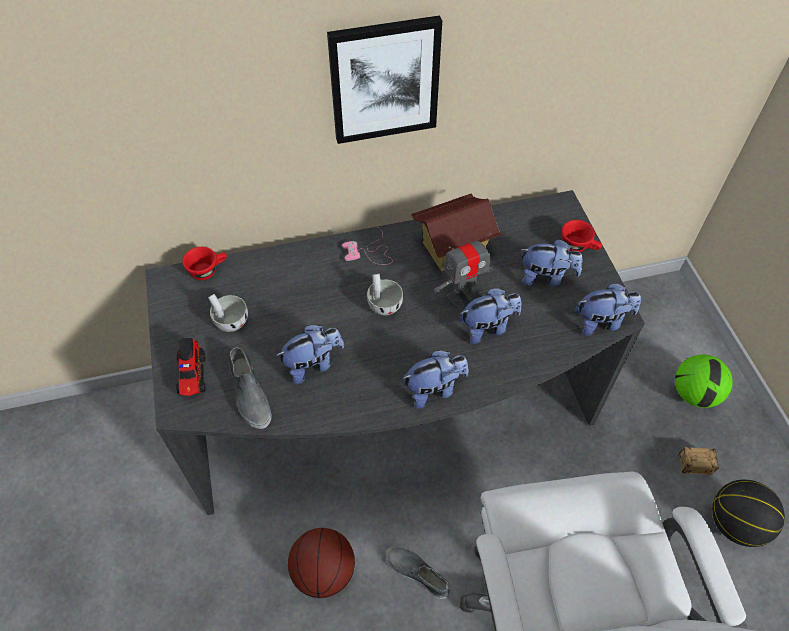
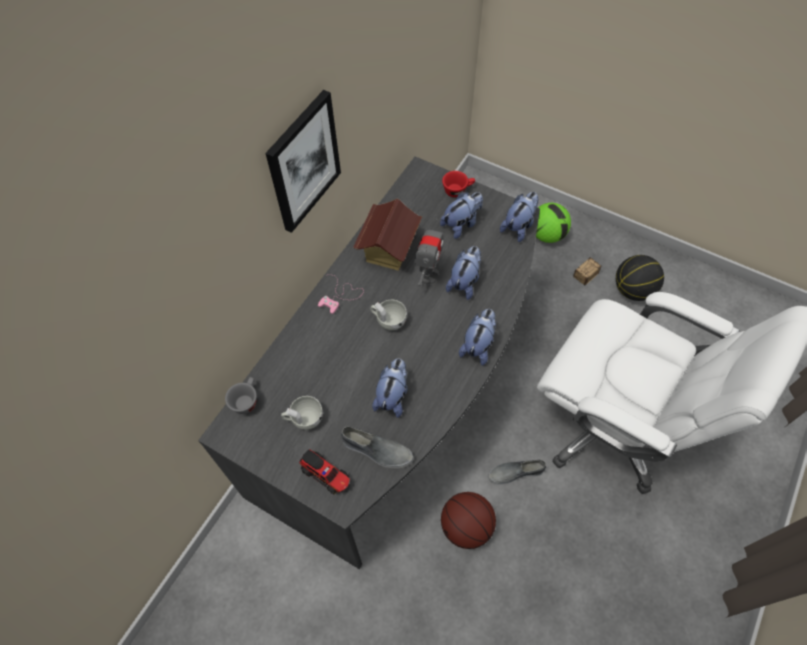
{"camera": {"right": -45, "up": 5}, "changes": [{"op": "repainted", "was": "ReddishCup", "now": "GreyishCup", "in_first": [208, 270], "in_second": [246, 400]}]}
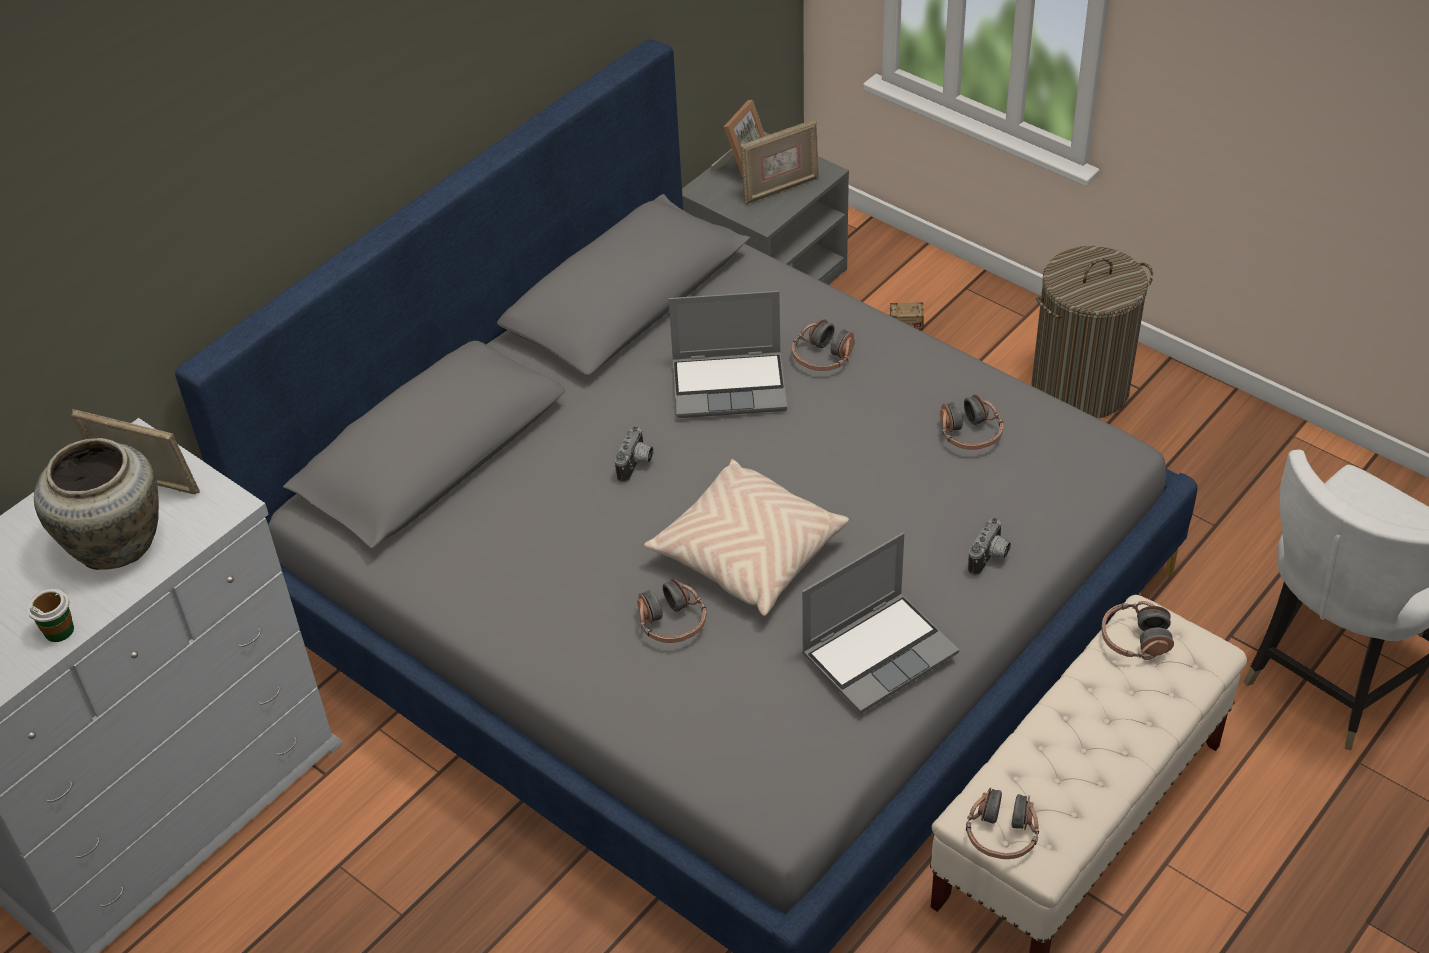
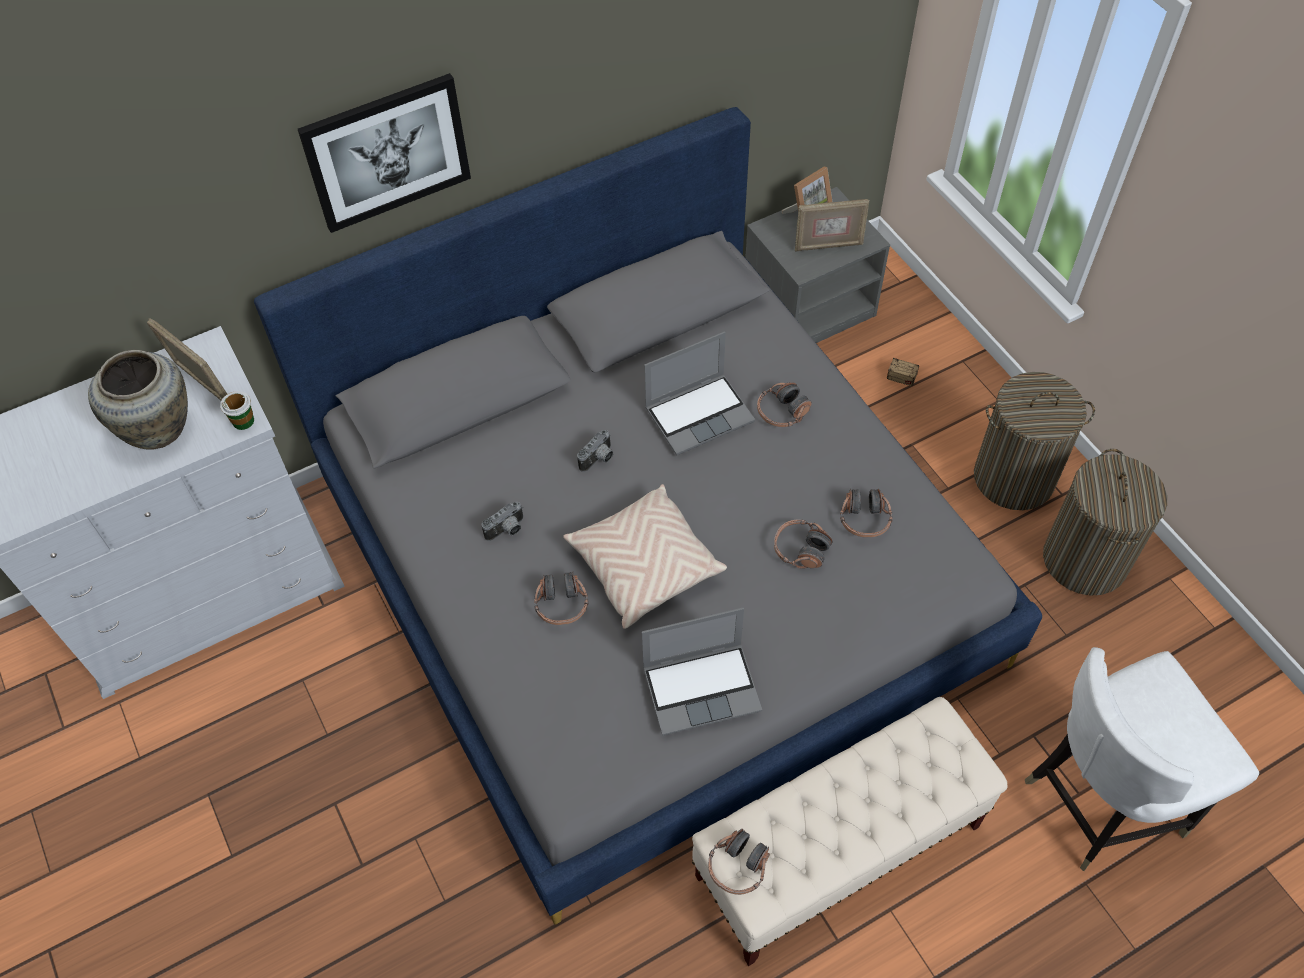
{"camera": {"right": 20, "up": 10}, "changes": [{"op": "shifted", "was": "Cup", "in_first": [59, 630], "in_second": [243, 421]}, {"op": "rotated", "was": "PortableComputer", "in_first": [730, 385], "in_second": [700, 414], "clockwise": -45}, {"op": "shifted", "was": "PhotoCamera", "in_first": [990, 558], "in_second": [507, 531]}, {"op": "shifted", "was": "PairOfHeadphones", "in_first": [1135, 639], "in_second": [800, 549]}, {"op": "new", "now": "Picture", "in_second": [387, 152]}, {"op": "new", "now": "Hamper", "in_second": [1085, 560]}]}
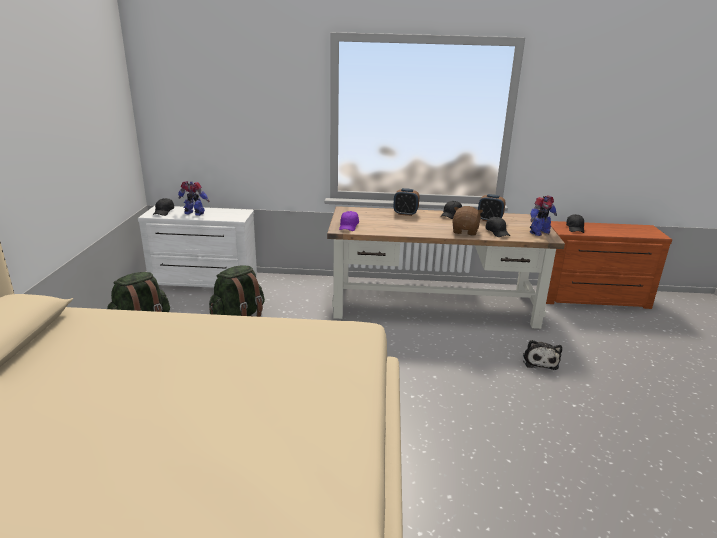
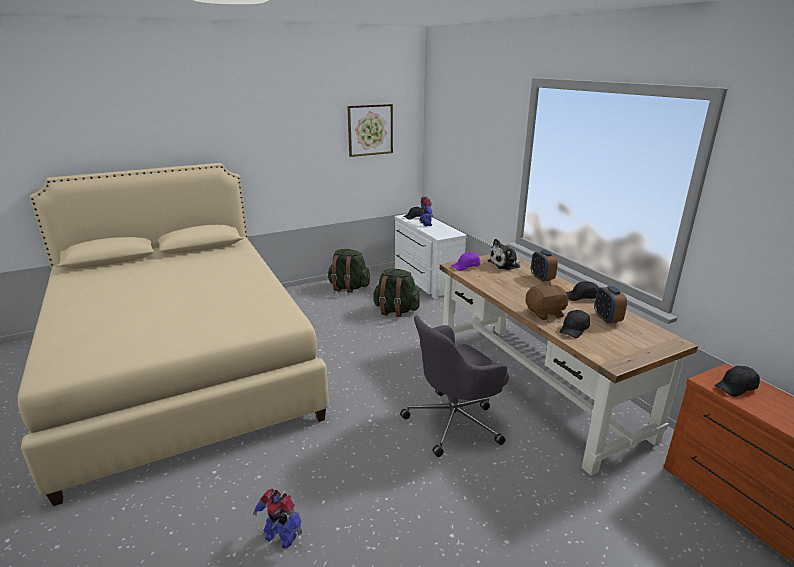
{"camera": {"right": 60, "up": 0}, "changes": [{"op": "shifted", "was": "CuddlyToy", "in_first": [539, 361], "in_second": [505, 264]}, {"op": "shifted", "was": "RobotFigure", "in_first": [539, 232], "in_second": [281, 536]}, {"op": "new", "now": "Picture", "in_second": [370, 130]}, {"op": "new", "now": "GreyishDeskChair", "in_second": [455, 422]}]}
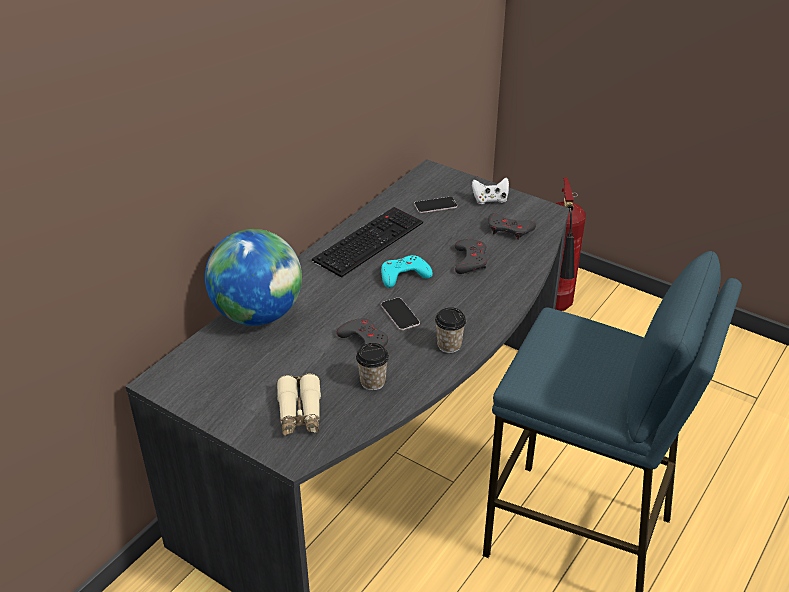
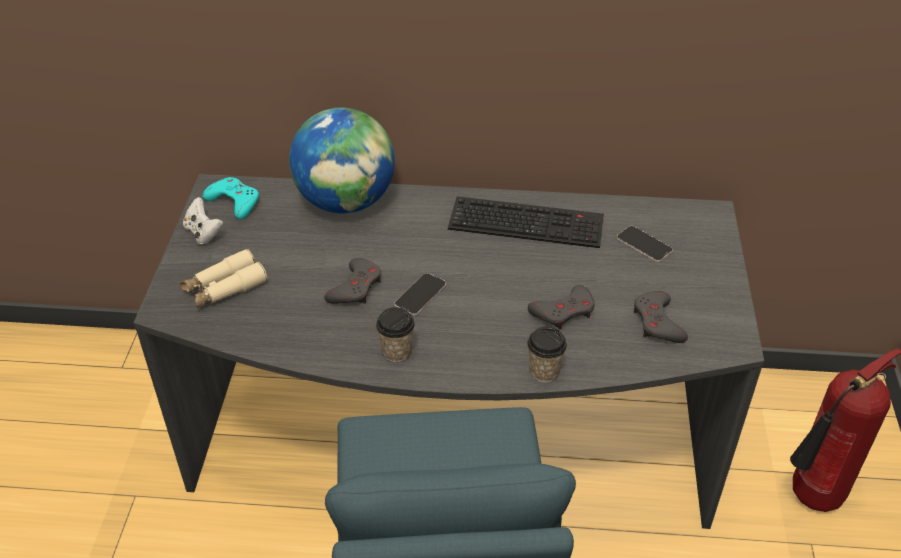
{"camera": {"right": 60, "up": 5}, "changes": [{"op": "shifted", "was": "Cup", "in_first": [372, 382], "in_second": [544, 371]}, {"op": "shifted", "was": "BlueGreenJoypad", "in_first": [404, 275], "in_second": [234, 202]}, {"op": "shifted", "was": "WhitishJoypad", "in_first": [490, 200], "in_second": [203, 233]}]}
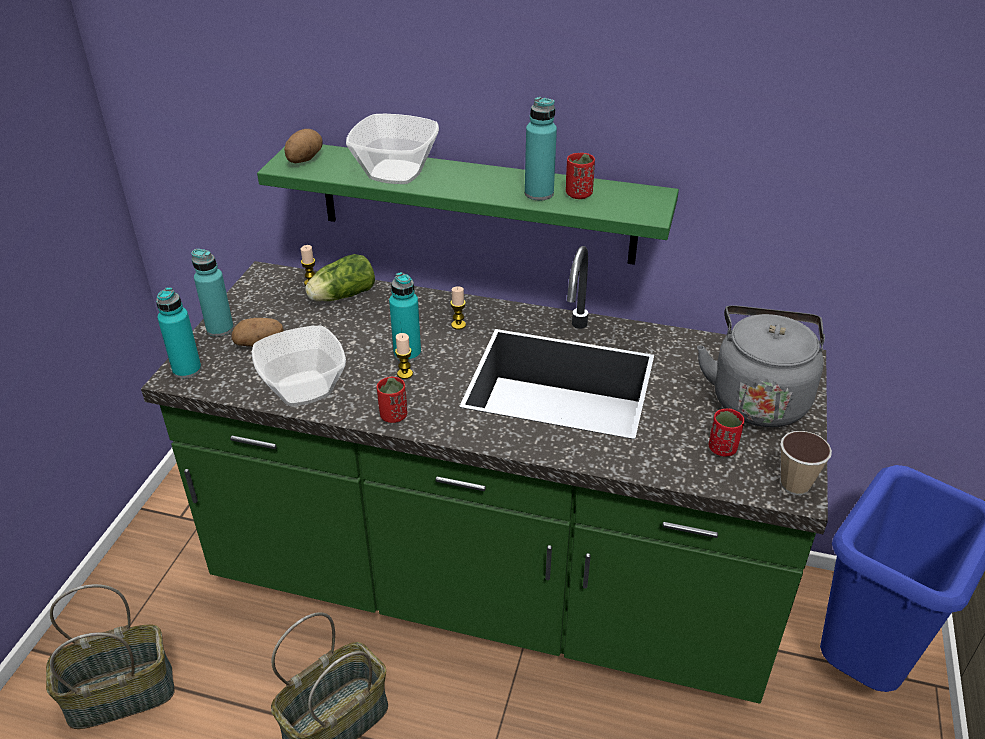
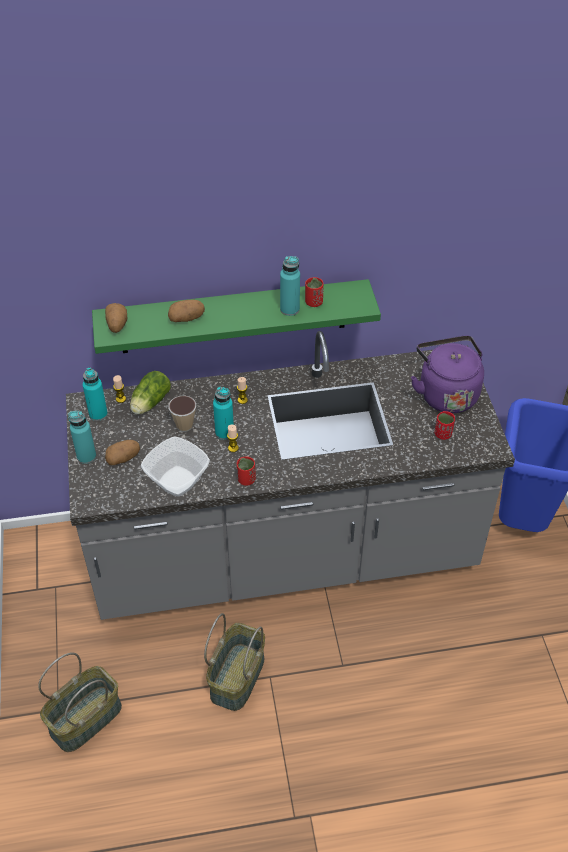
{"camera": {"right": -25, "up": 10}, "changes": [{"op": "repainted", "was": "GreenKitchenCounter", "now": "GreyishKitchenCounter", "in_first": [492, 585], "in_second": [284, 553]}, {"op": "shifted", "was": "BlueGreenBottle", "in_first": [187, 370], "in_second": [98, 414]}, {"op": "swapped", "was": "ServingBowl", "now": "Spud", "in_first": [395, 172], "in_second": [187, 318]}, {"op": "repainted", "was": "GreyishTeaKettle", "now": "PurpleTeaKettle", "in_first": [758, 398], "in_second": [446, 393]}, {"op": "shifted", "was": "Cup", "in_first": [795, 485], "in_second": [184, 425]}]}
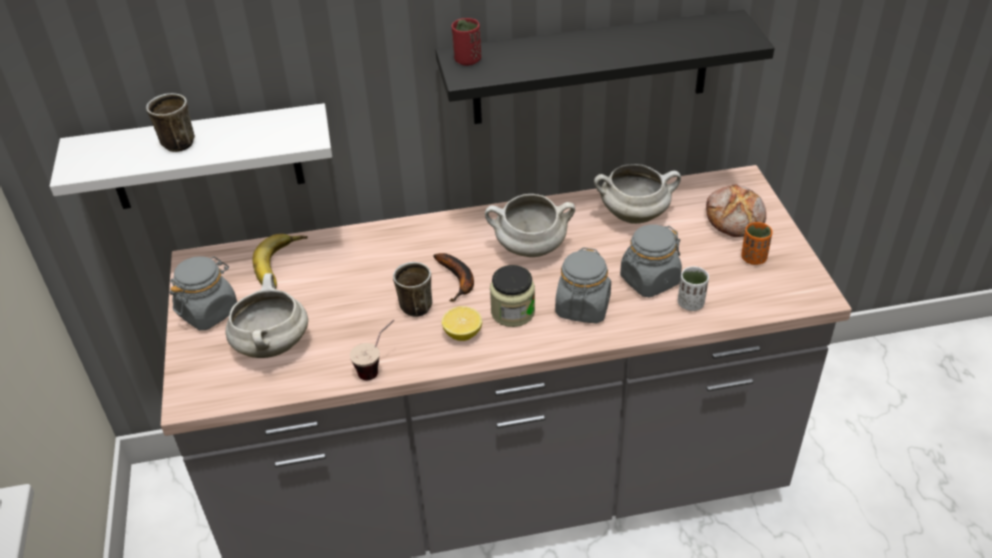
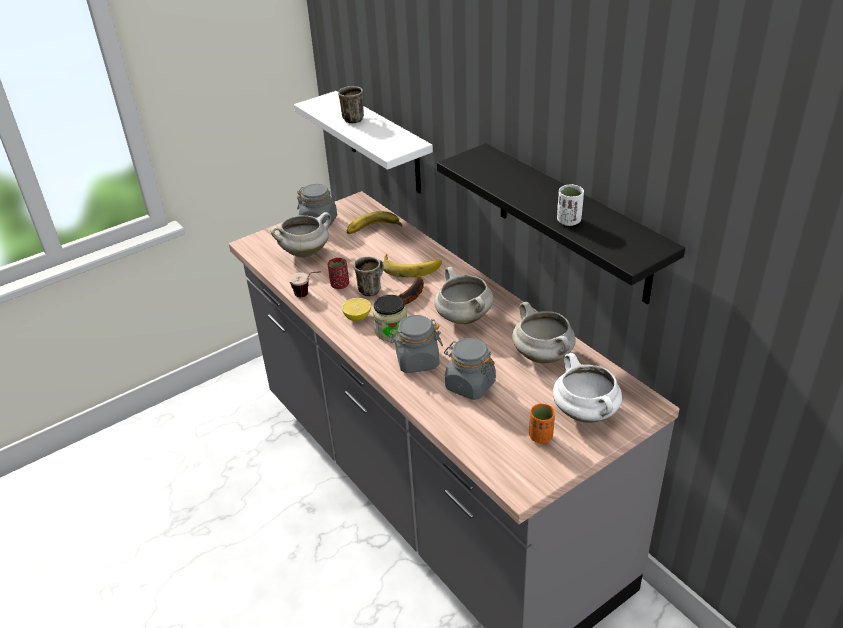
{"camera": {"right": 65, "up": -5}, "changes": [{"op": "shifted", "was": "ReddishCup", "in_first": [467, 60], "in_second": [340, 285]}, {"op": "shifted", "was": "WhitishCup", "in_first": [690, 304], "in_second": [569, 221]}, {"op": "swapped", "was": "BakeryBread", "now": "WhitishCookingPot", "in_first": [735, 218], "in_second": [586, 413]}, {"op": "new", "now": "WholeBanana", "in_second": [411, 267]}]}
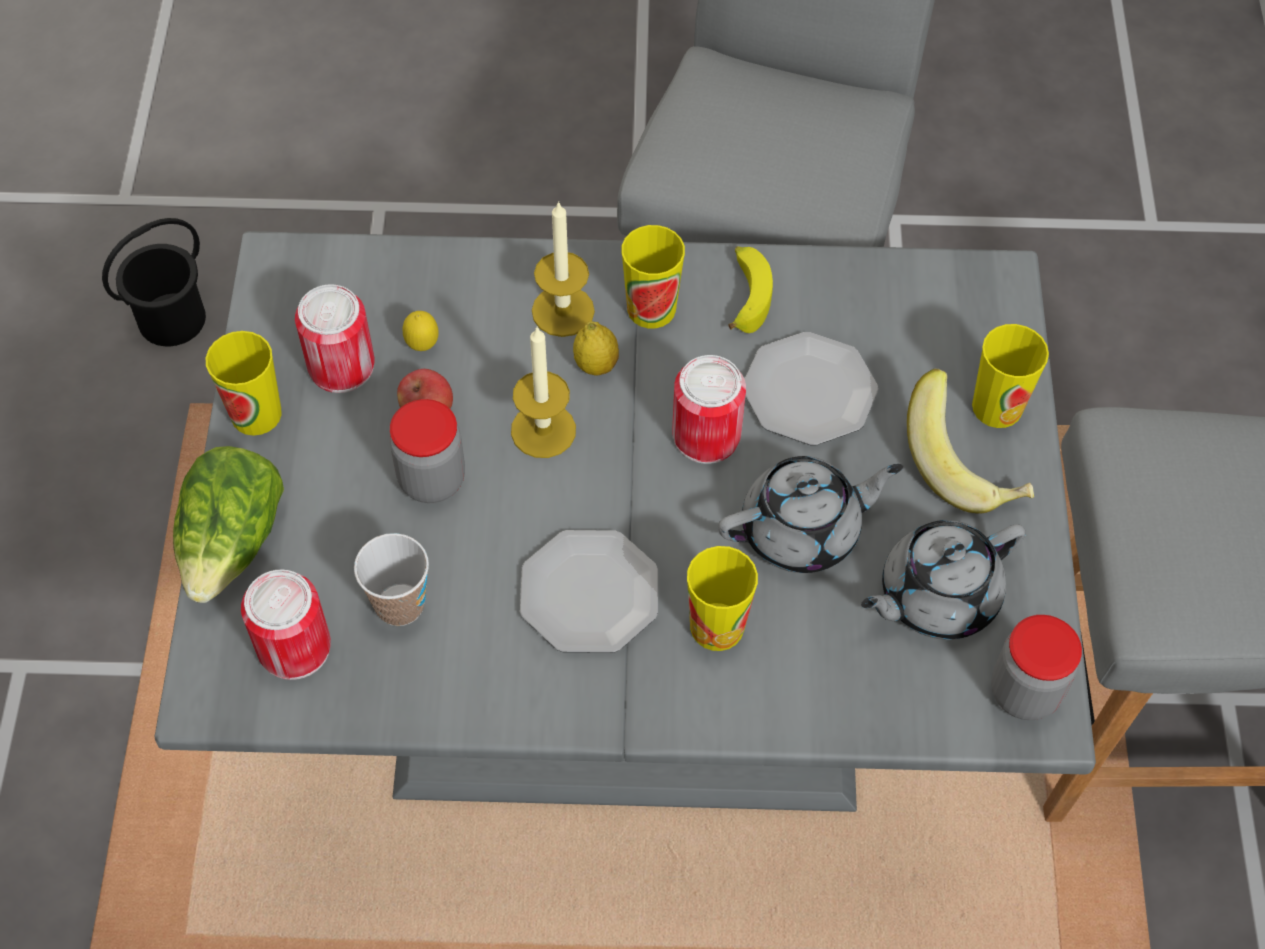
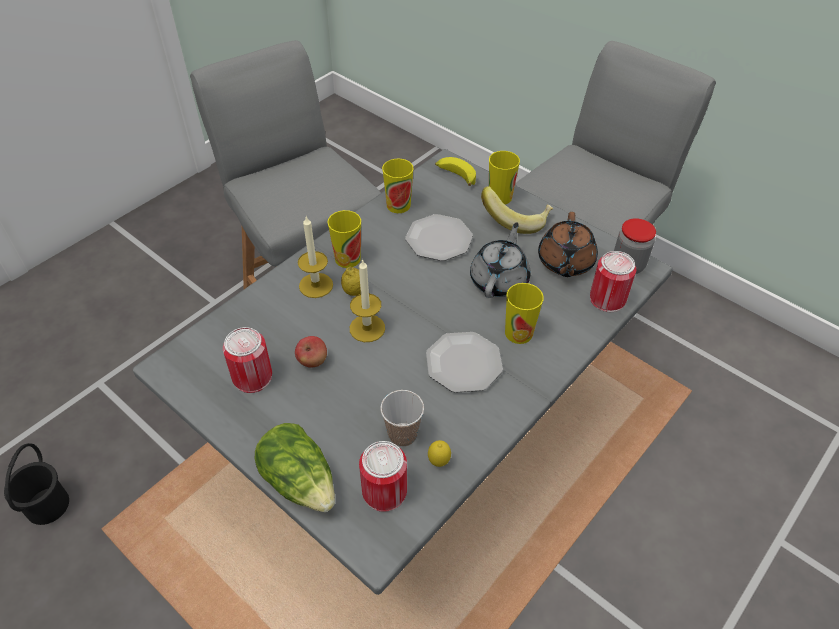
{"camera": {"right": -50, "up": -10}, "changes": [{"op": "shifted", "was": "Cup", "in_first": [256, 414], "in_second": [398, 205]}, {"op": "gone", "was": "StorageJar", "in_first": [432, 479]}, {"op": "shifted", "was": "WholeLemon", "in_first": [422, 346], "in_second": [438, 462]}, {"op": "shifted", "was": "Can", "in_first": [706, 435], "in_second": [607, 299]}, {"op": "shifted", "was": "WholeBanana", "in_first": [746, 294], "in_second": [455, 176]}, {"op": "repainted", "was": "GreyishTeapot", "now": "BrownTeapot", "in_first": [936, 596], "in_second": [565, 262]}]}
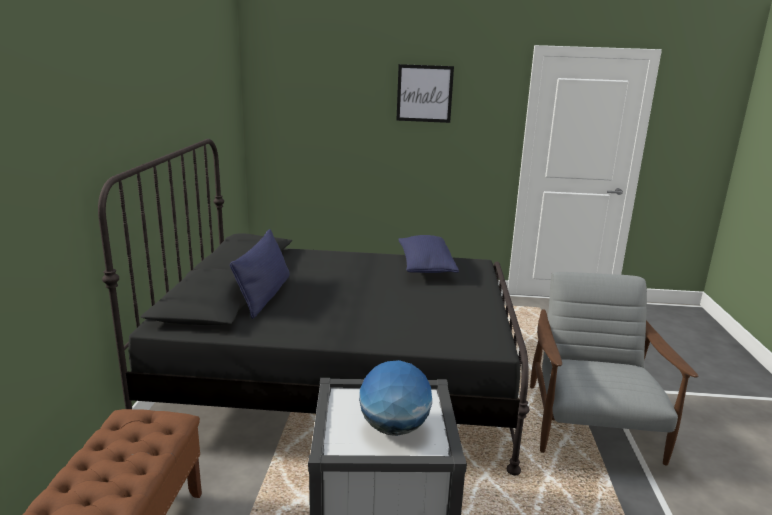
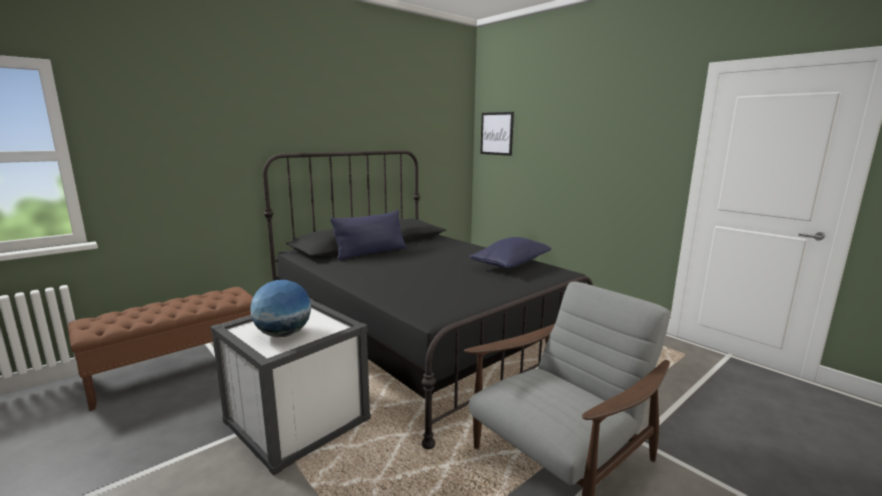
{"camera": {"right": 45, "up": -5}, "changes": [{"op": "shifted", "was": "Picture", "in_first": [424, 93], "in_second": [496, 133]}]}
